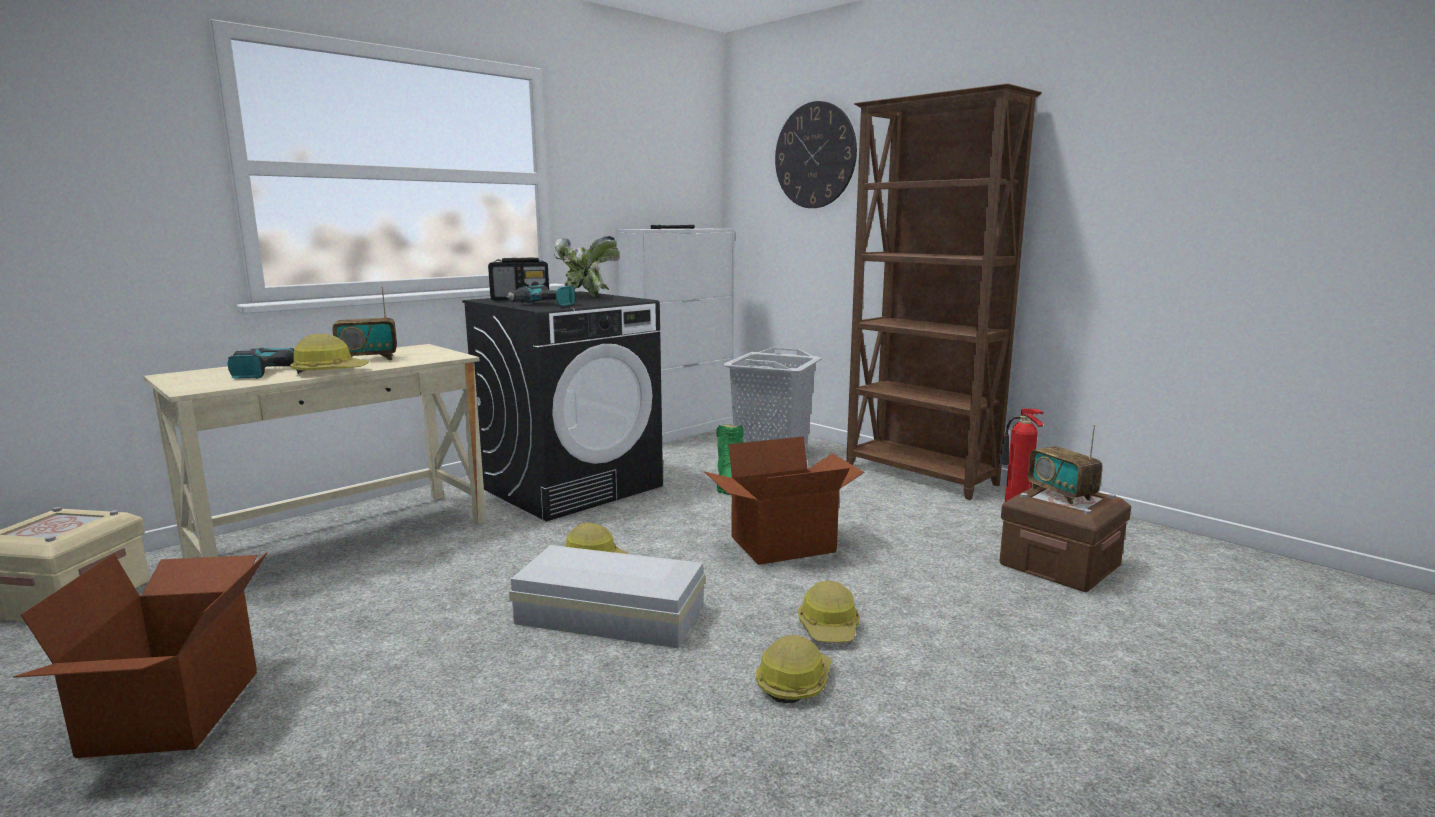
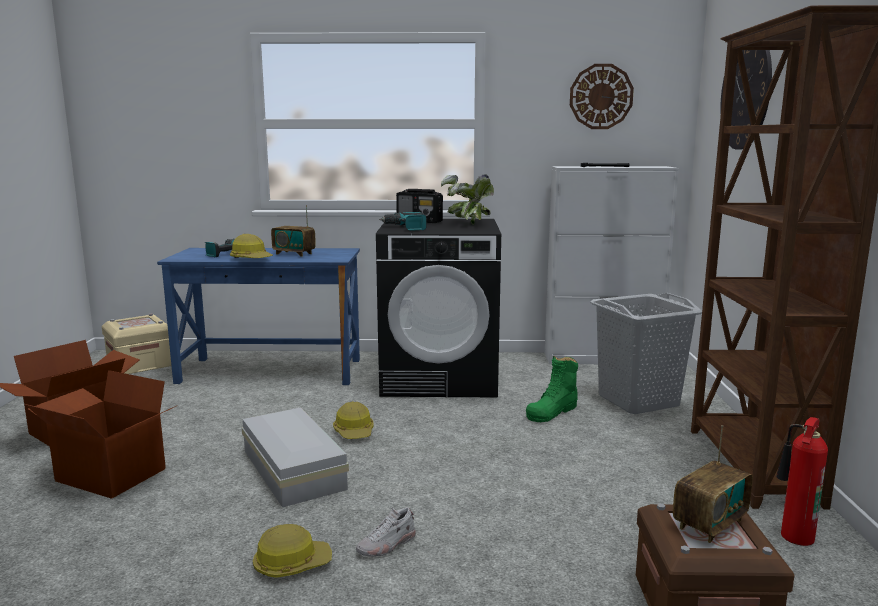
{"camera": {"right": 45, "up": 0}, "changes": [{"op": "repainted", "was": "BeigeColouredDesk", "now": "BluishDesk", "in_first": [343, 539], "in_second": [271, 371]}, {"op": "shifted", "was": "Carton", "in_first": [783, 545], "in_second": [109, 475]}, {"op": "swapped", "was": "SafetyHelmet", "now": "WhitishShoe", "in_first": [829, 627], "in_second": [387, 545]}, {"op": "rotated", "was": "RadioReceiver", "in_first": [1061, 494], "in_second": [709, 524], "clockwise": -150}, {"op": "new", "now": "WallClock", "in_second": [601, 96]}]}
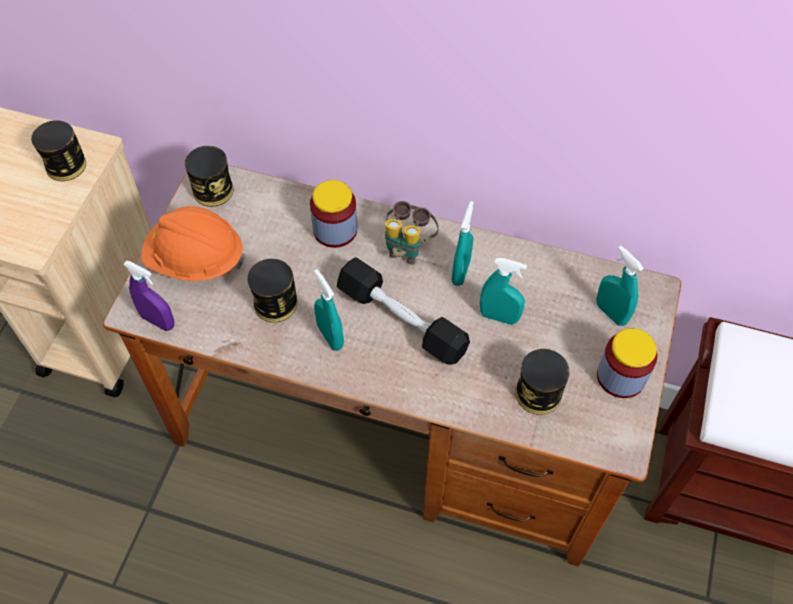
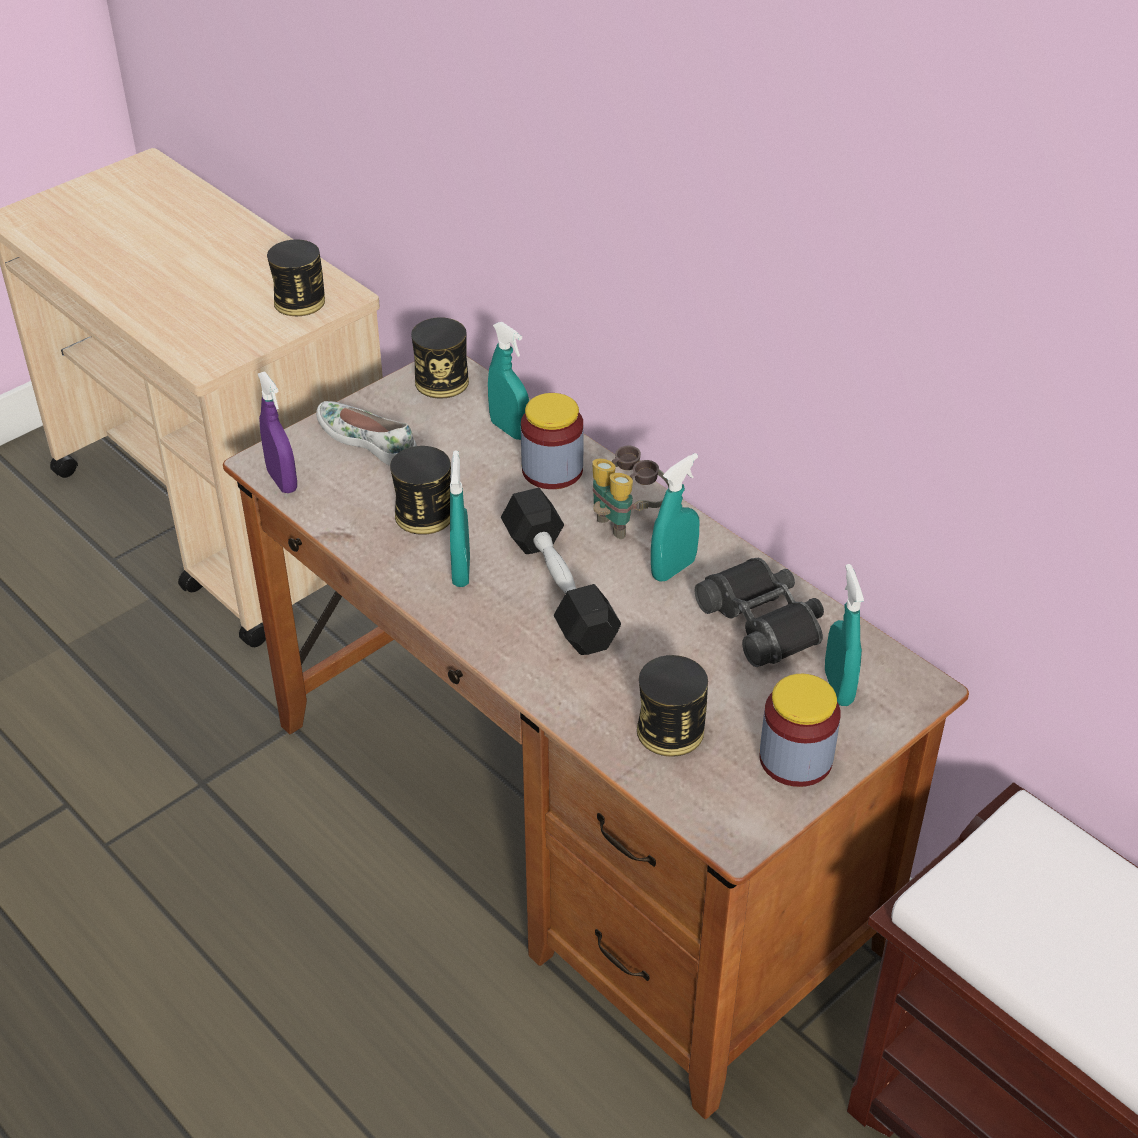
{"camera": {"right": 30, "up": -15}, "changes": [{"op": "swapped", "was": "OrangeColouredSafetyHelmet", "now": "WhitishShoe", "in_first": [195, 260], "in_second": [368, 440]}, {"op": "shifted", "was": "BlueGreenHandSprayer", "in_first": [499, 317], "in_second": [509, 430]}, {"op": "new", "now": "BlackColouredFieldGlasses", "in_second": [763, 622]}]}
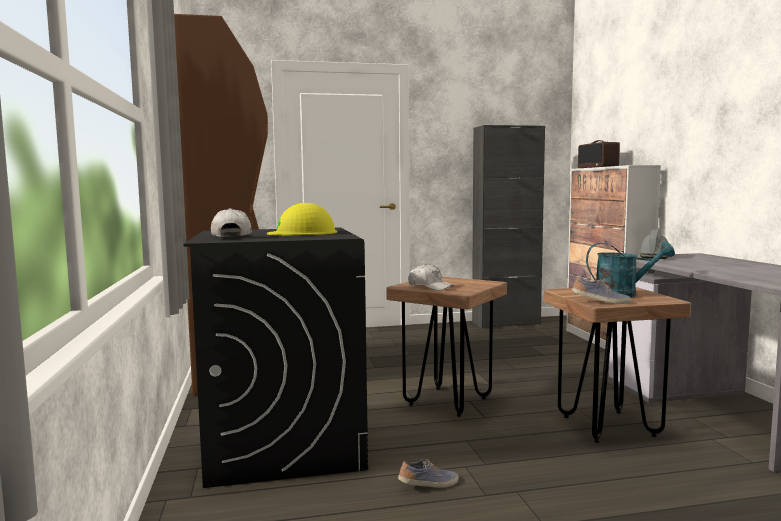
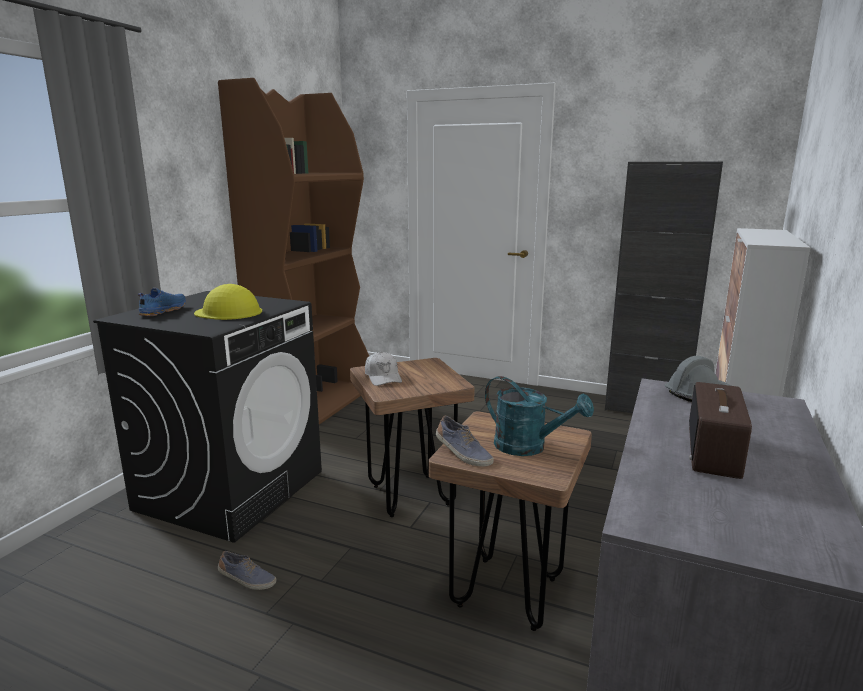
{"camera": {"right": 35, "up": 10}, "changes": [{"op": "swapped", "was": "WhitishCap", "now": "BluishShoe", "in_first": [231, 236], "in_second": [162, 311]}, {"op": "shifted", "was": "RadioReceiver", "in_first": [598, 167], "in_second": [715, 453]}]}
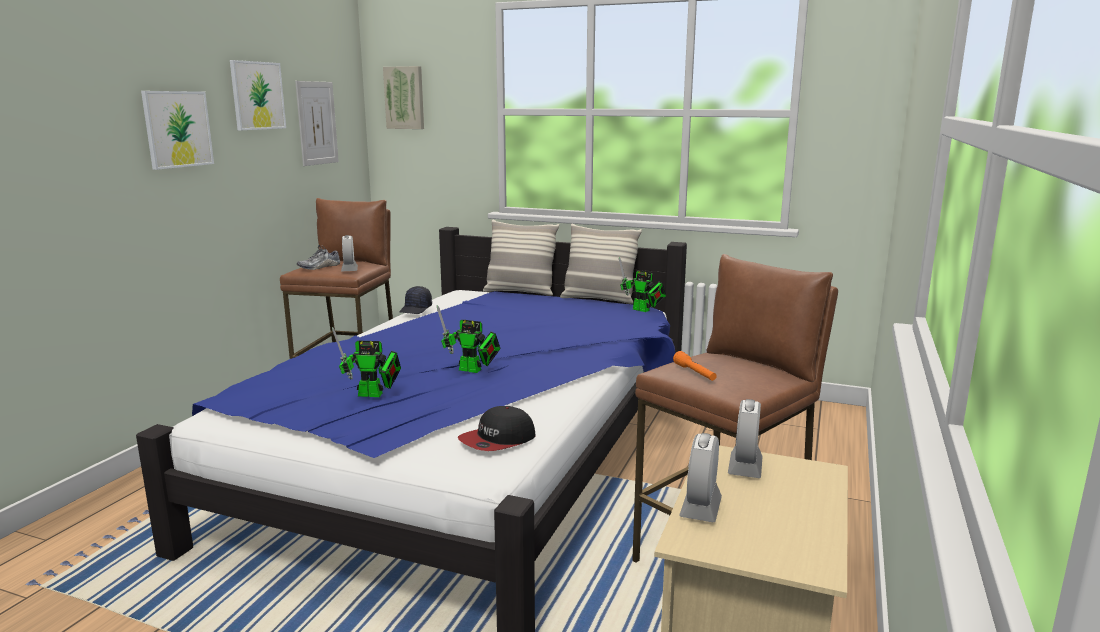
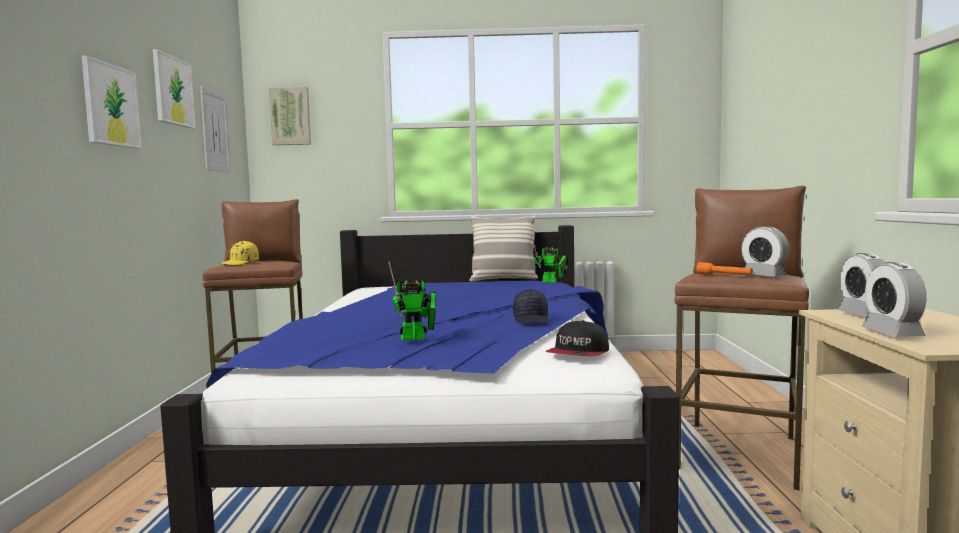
{"camera": {"right": -20, "up": -10}, "changes": [{"op": "swapped", "was": "Shoe", "now": "YellowColouredCap", "in_first": [319, 267], "in_second": [240, 263]}, {"op": "shifted", "was": "BedsideClock", "in_first": [349, 269], "in_second": [763, 275]}, {"op": "shifted", "was": "BlackColouredCap", "in_first": [416, 309], "in_second": [531, 319]}, {"op": "gone", "was": "RobotFigure", "in_first": [473, 370]}, {"op": "gone", "was": "Cushion", "in_first": [520, 292]}]}
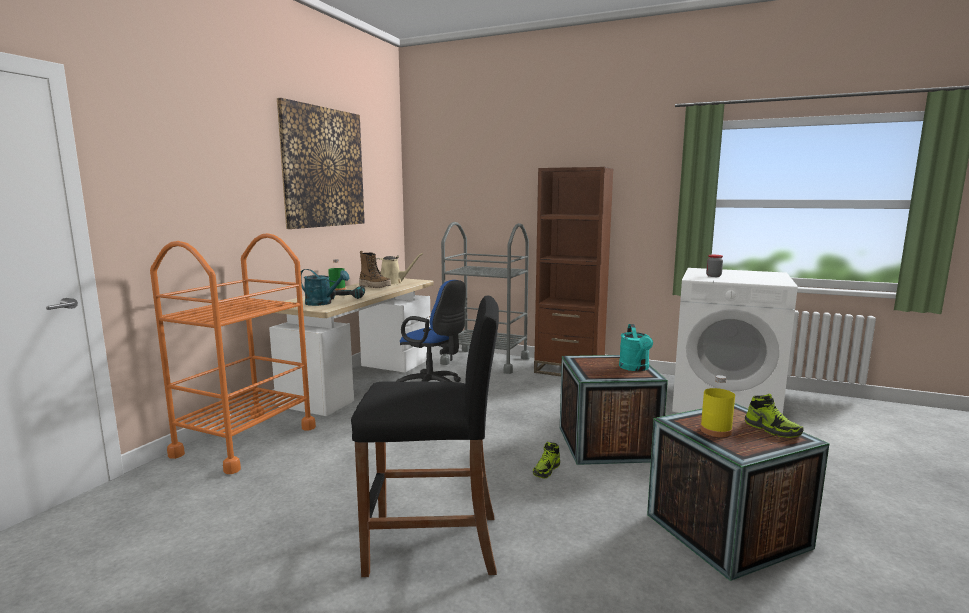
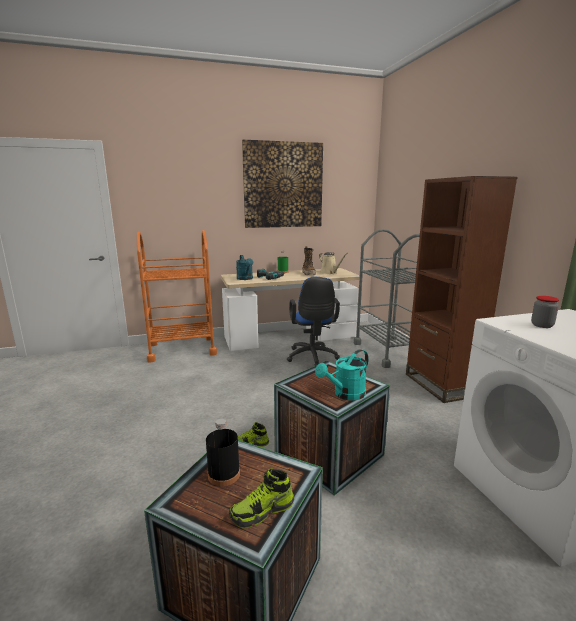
{"camera": {"right": 50, "up": 5}, "changes": [{"op": "gone", "was": "BlackColouredSittingStool", "in_first": [434, 544]}, {"op": "repainted", "was": "YellowColouredBottle", "now": "BlackColouredBottle", "in_first": [715, 430], "in_second": [224, 474]}, {"op": "rotated", "was": "Shoe", "in_first": [772, 429], "in_second": [262, 511], "clockwise": 45}]}
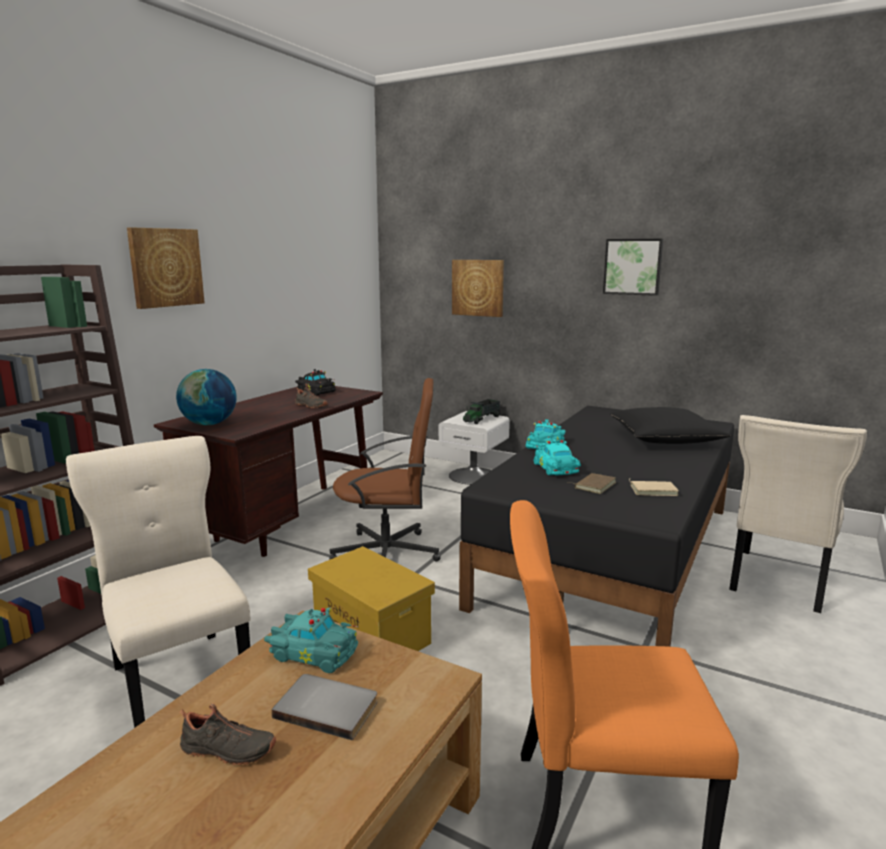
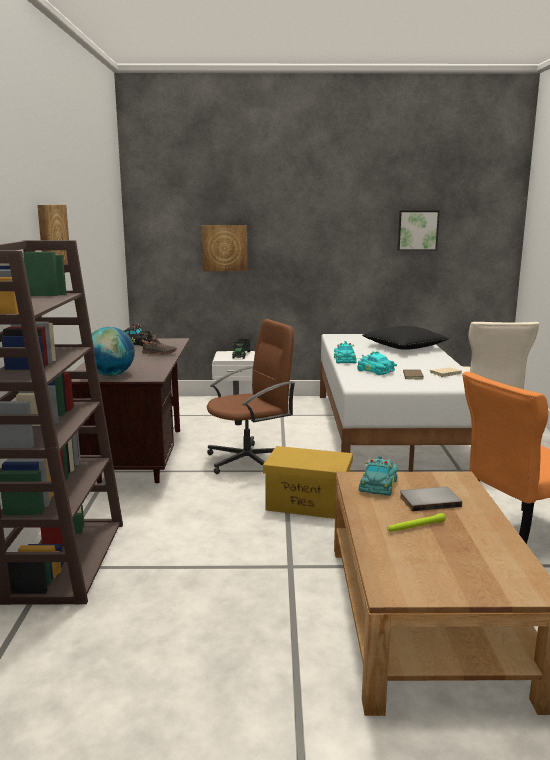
{"camera": {"right": -30, "up": 0}, "changes": [{"op": "gone", "was": "BeigeColouredPlainChair", "in_first": [180, 677]}, {"op": "swapped", "was": "BlackColouredShoe", "now": "GreenHandTorch", "in_first": [227, 751], "in_second": [415, 527]}, {"op": "rotated", "was": "BlueGreenModelCar", "in_first": [313, 652], "in_second": [379, 485], "clockwise": 120}, {"op": "repainted", "was": "BlackColouredBed", "now": "WhitishBed", "in_first": [614, 553], "in_second": [388, 430]}, {"op": "shifted", "was": "Picture", "in_first": [633, 266], "in_second": [417, 230]}]}
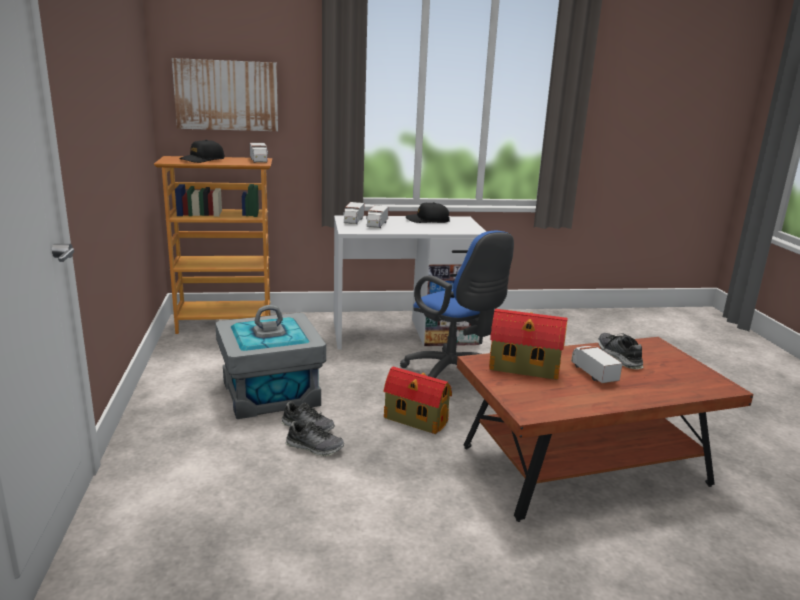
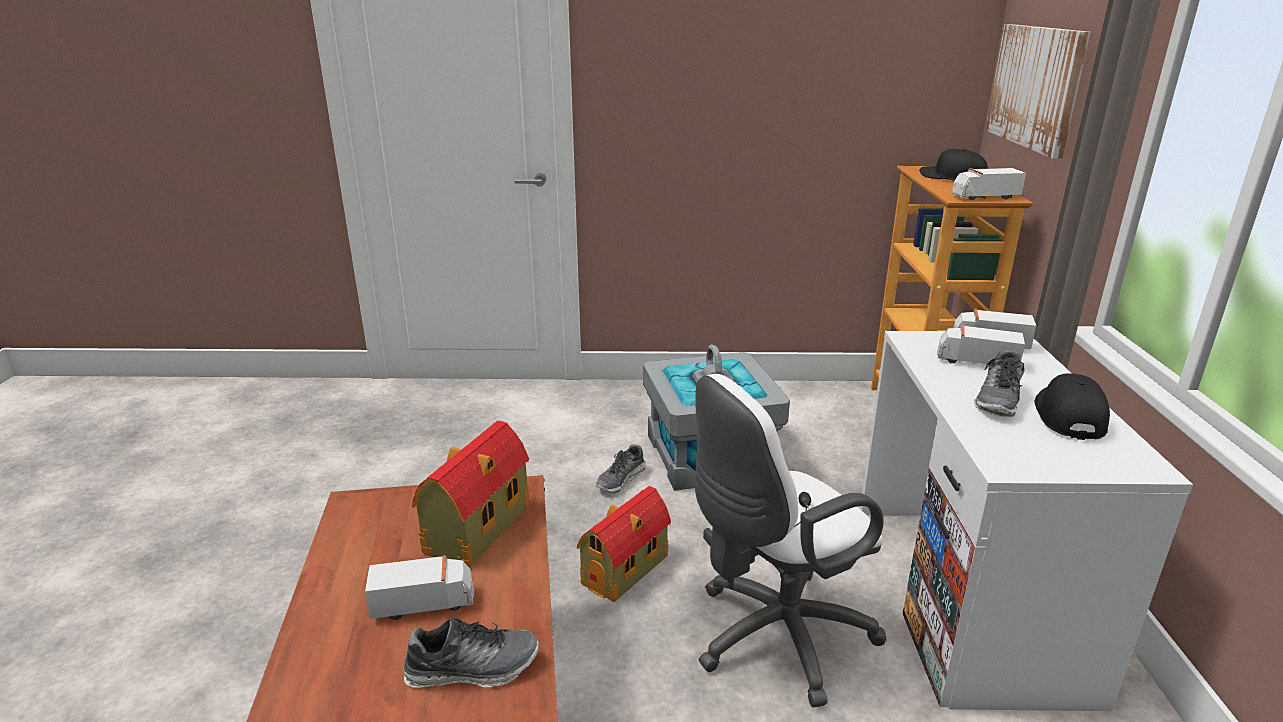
{"camera": {"right": 100, "up": 5}, "changes": [{"op": "shifted", "was": "Shoe", "in_first": [314, 447], "in_second": [999, 400]}, {"op": "repainted", "was": "BluishDeskChair", "now": "WhitishDeskChair", "in_first": [454, 376], "in_second": [773, 637]}]}
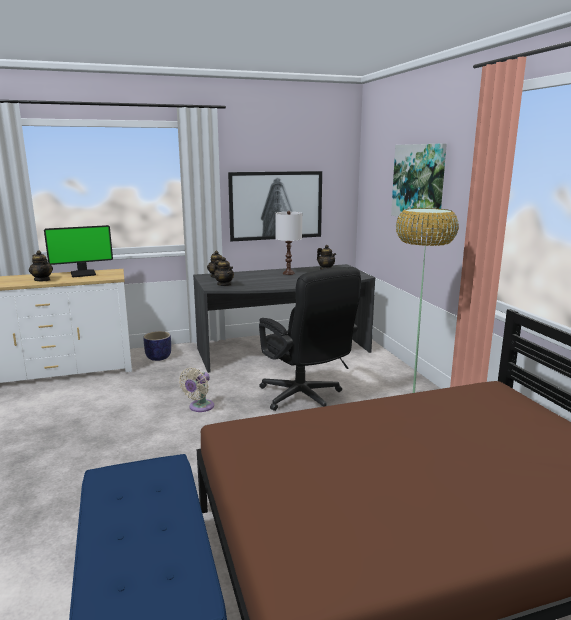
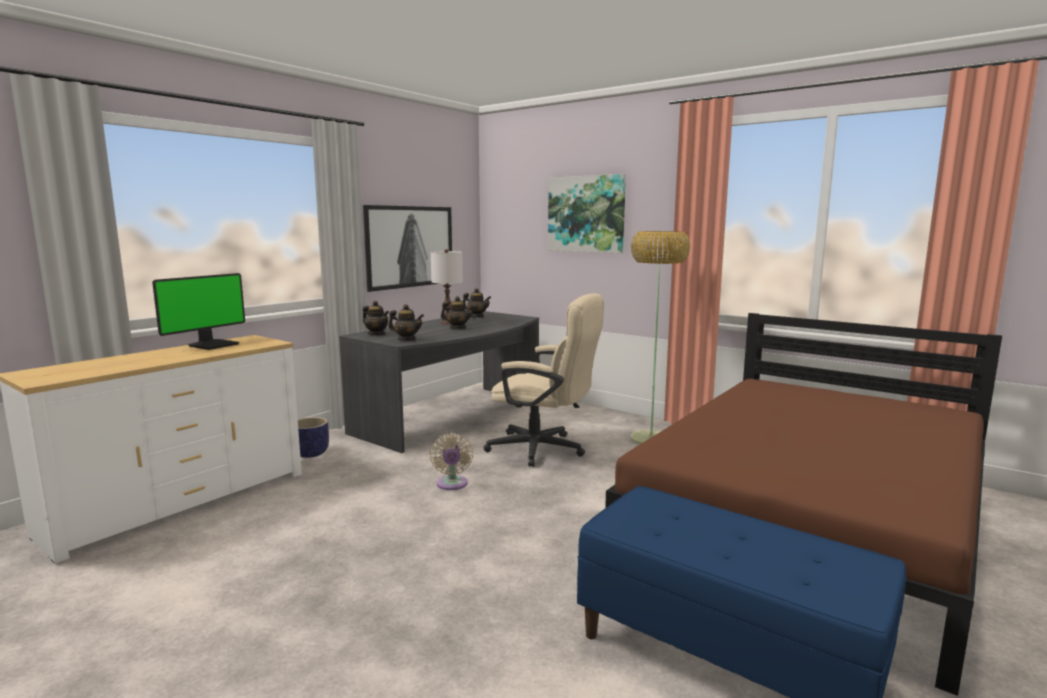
{"camera": {"right": -35, "up": -5}, "changes": [{"op": "shifted", "was": "Teapot", "in_first": [42, 280], "in_second": [457, 328]}, {"op": "repainted", "was": "BlackColouredDeskChair", "now": "BeigeColouredDeskChair", "in_first": [305, 399], "in_second": [544, 450]}]}
